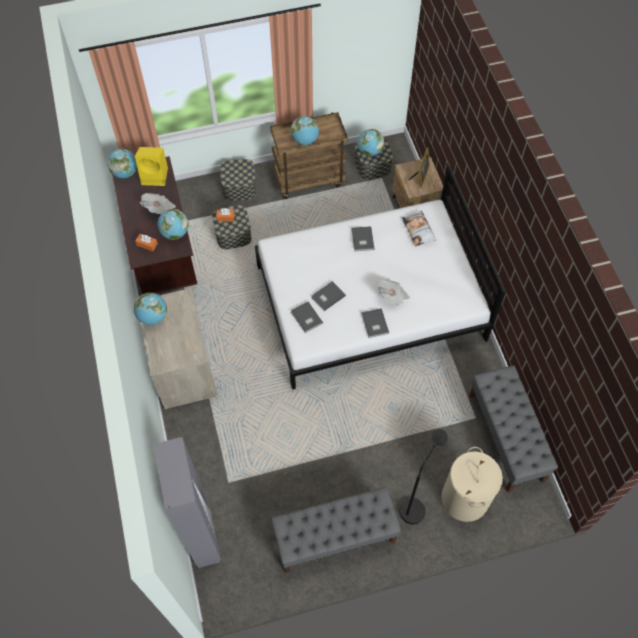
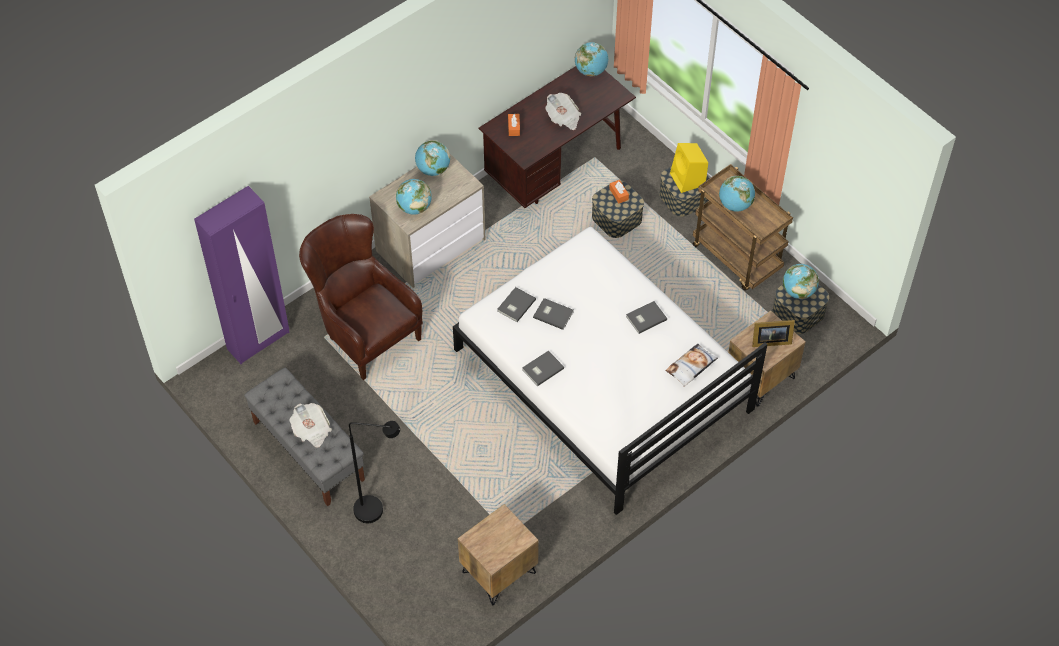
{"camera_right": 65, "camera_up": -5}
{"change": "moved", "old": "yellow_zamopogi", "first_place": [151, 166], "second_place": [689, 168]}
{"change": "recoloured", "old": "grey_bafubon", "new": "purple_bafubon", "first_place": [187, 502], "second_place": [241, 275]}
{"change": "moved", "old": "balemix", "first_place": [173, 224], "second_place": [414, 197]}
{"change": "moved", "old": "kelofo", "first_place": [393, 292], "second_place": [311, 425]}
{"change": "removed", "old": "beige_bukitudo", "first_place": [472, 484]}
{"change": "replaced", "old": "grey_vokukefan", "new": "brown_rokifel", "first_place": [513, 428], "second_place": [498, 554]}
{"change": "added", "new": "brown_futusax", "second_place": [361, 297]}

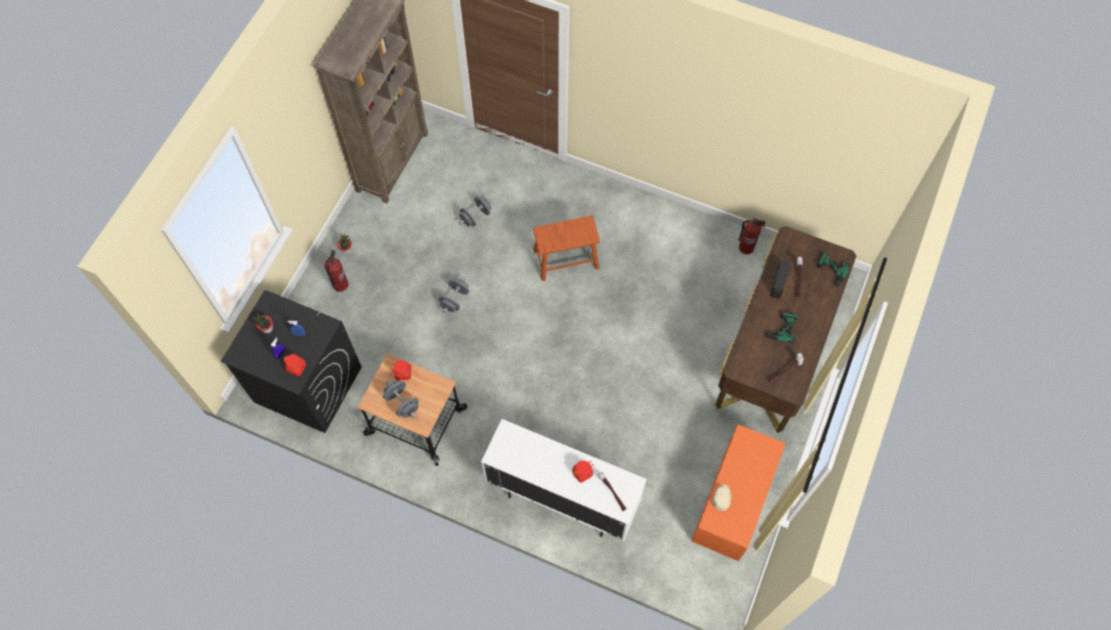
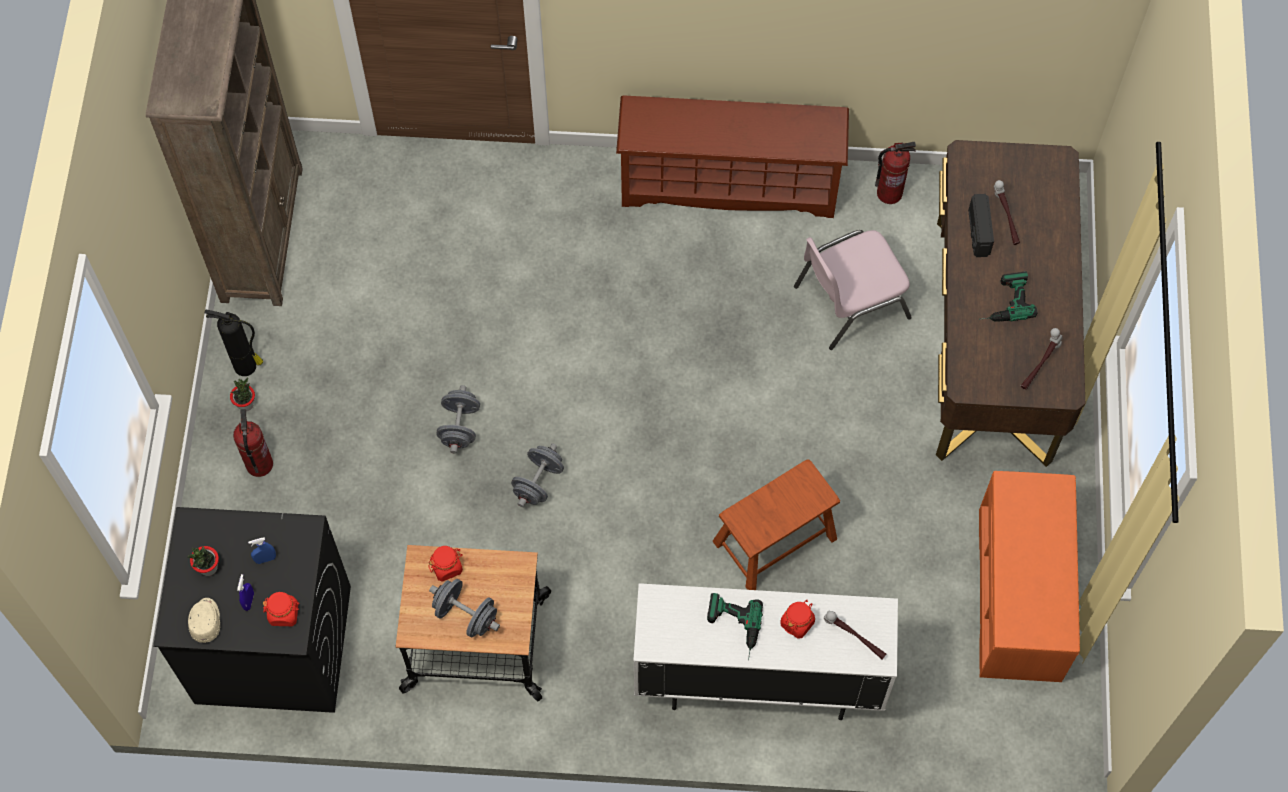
{"camera_right": -20, "camera_up": 0}
{"change": "moved", "old": "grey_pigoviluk", "first_place": [475, 211], "second_place": [537, 475]}
{"change": "moved", "old": "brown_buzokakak", "first_place": [566, 248], "second_place": [776, 524]}
{"change": "moved", "old": "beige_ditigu", "first_place": [721, 497], "second_place": [204, 620]}
{"change": "moved", "old": "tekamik", "first_place": [833, 272], "second_place": [735, 626]}
{"change": "added", "new": "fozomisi", "second_place": [233, 343]}
{"change": "added", "new": "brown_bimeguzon", "second_place": [732, 156]}
{"change": "added", "new": "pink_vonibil", "second_place": [853, 290]}

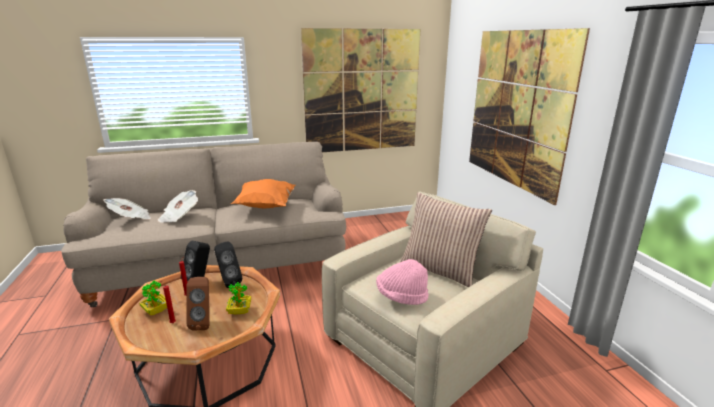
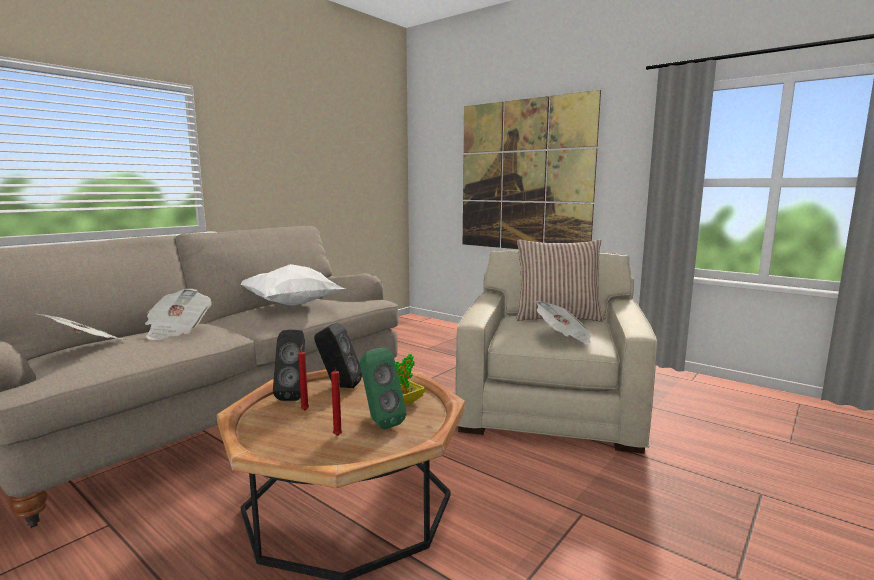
{"camera_right": -35, "camera_up": -10}
{"change": "removed", "old": "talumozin", "first_place": [153, 297]}
{"change": "recoloured", "old": "brown_zamopogi", "new": "green_zamopogi", "first_place": [198, 304], "second_place": [383, 389]}
{"change": "recoloured", "old": "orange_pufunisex", "new": "white_pufunisex", "first_place": [263, 194], "second_place": [293, 285]}
{"change": "removed", "old": "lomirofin", "first_place": [360, 90]}
{"change": "replaced", "old": "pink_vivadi", "new": "kelofo", "first_place": [402, 282], "second_place": [563, 323]}

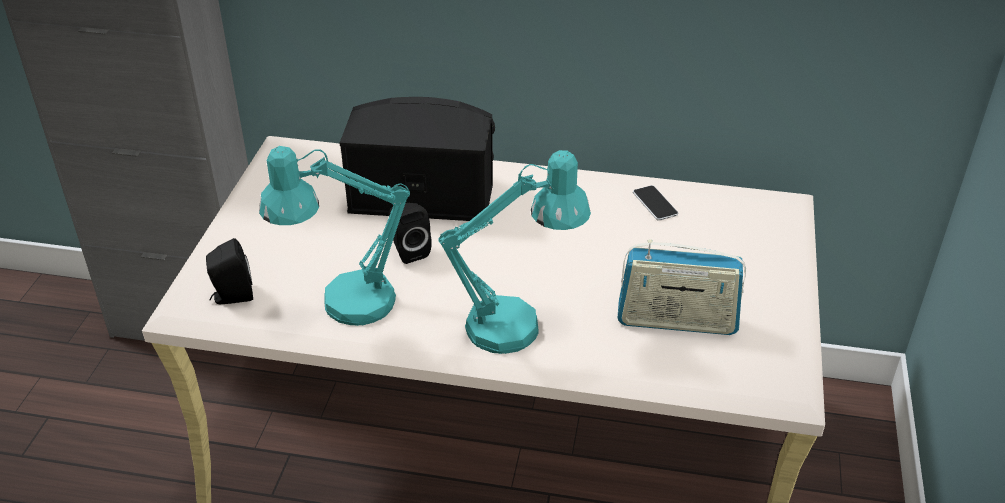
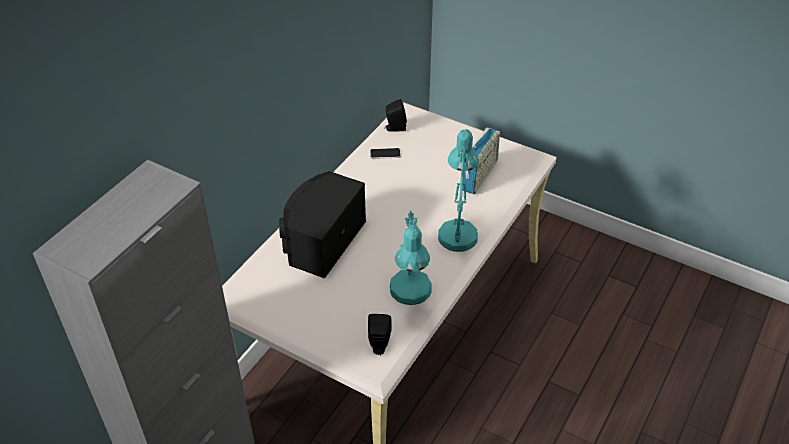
{"camera_right": -70, "camera_up": 5}
{"change": "moved", "old": "black_zamopogi", "first_place": [410, 233], "second_place": [395, 115]}

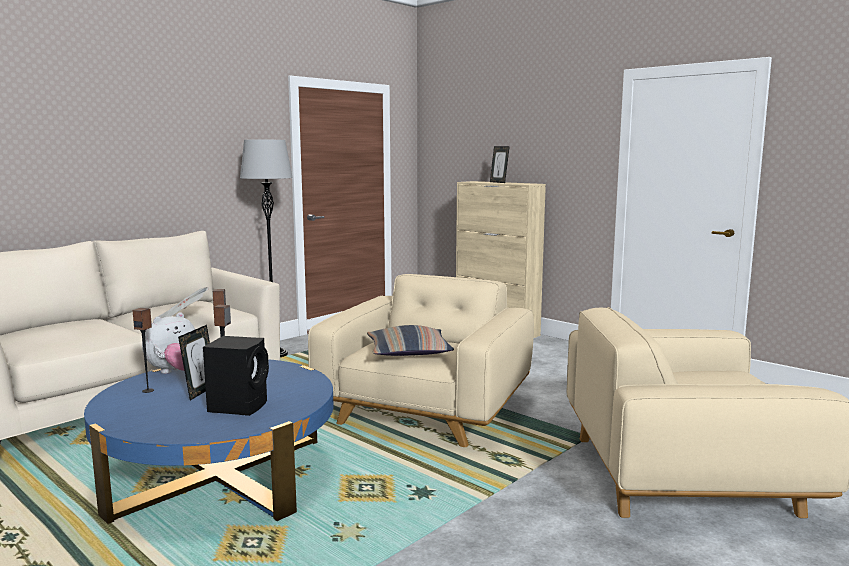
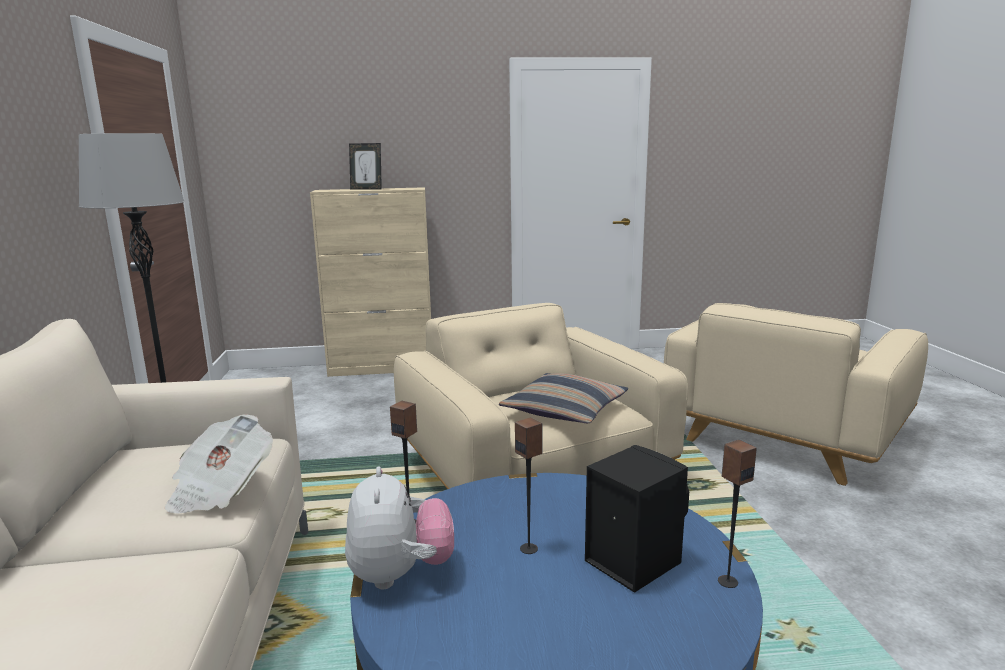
{"camera_right": -50, "camera_up": 5}
{"change": "moved", "old": "zamopogi", "first_place": [143, 350], "second_place": [737, 514]}
{"change": "removed", "old": "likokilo", "first_place": [194, 362]}

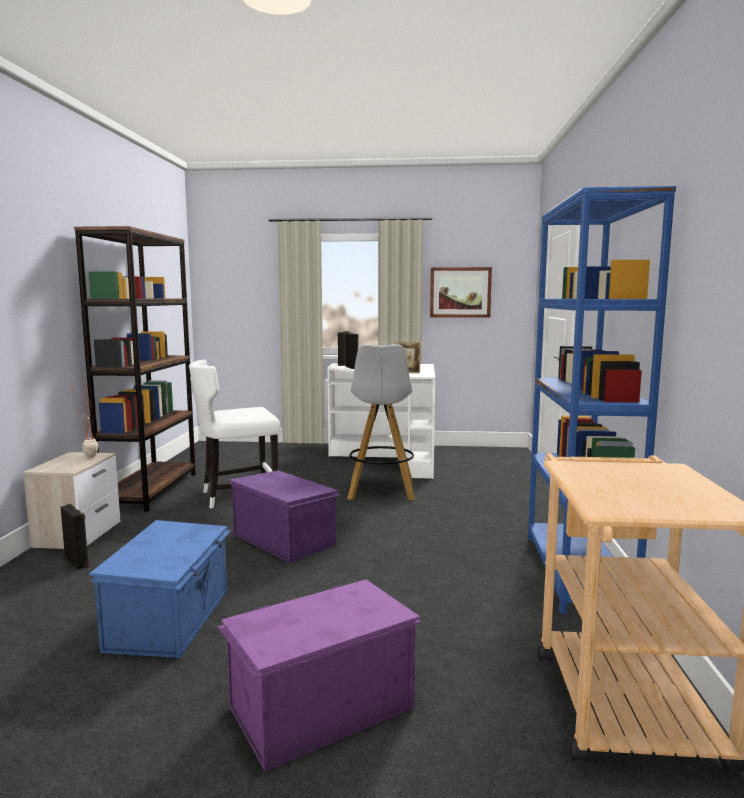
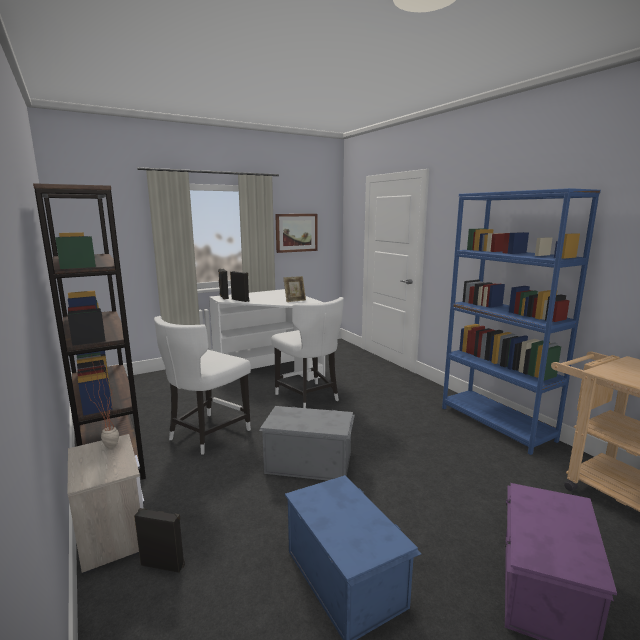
{"camera_right": -35, "camera_up": 5}
{"change": "recoloured", "old": "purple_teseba", "new": "grey_teseba", "first_place": [285, 516], "second_place": [307, 443]}
{"change": "replaced", "old": "white_buzokakak", "new": "white_vonibil", "first_place": [381, 422], "second_place": [307, 352]}

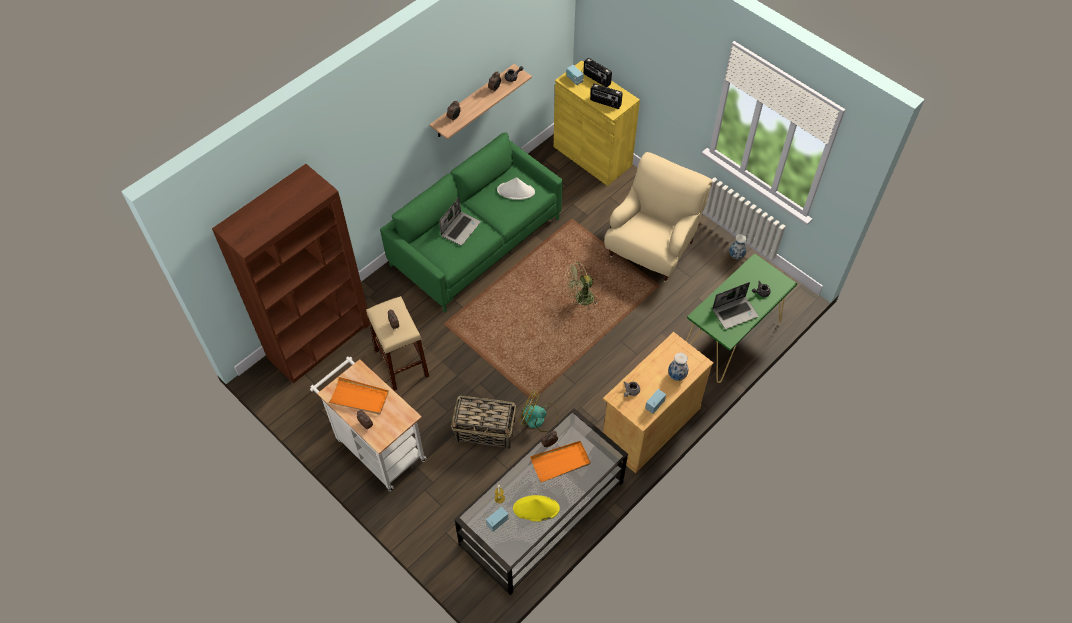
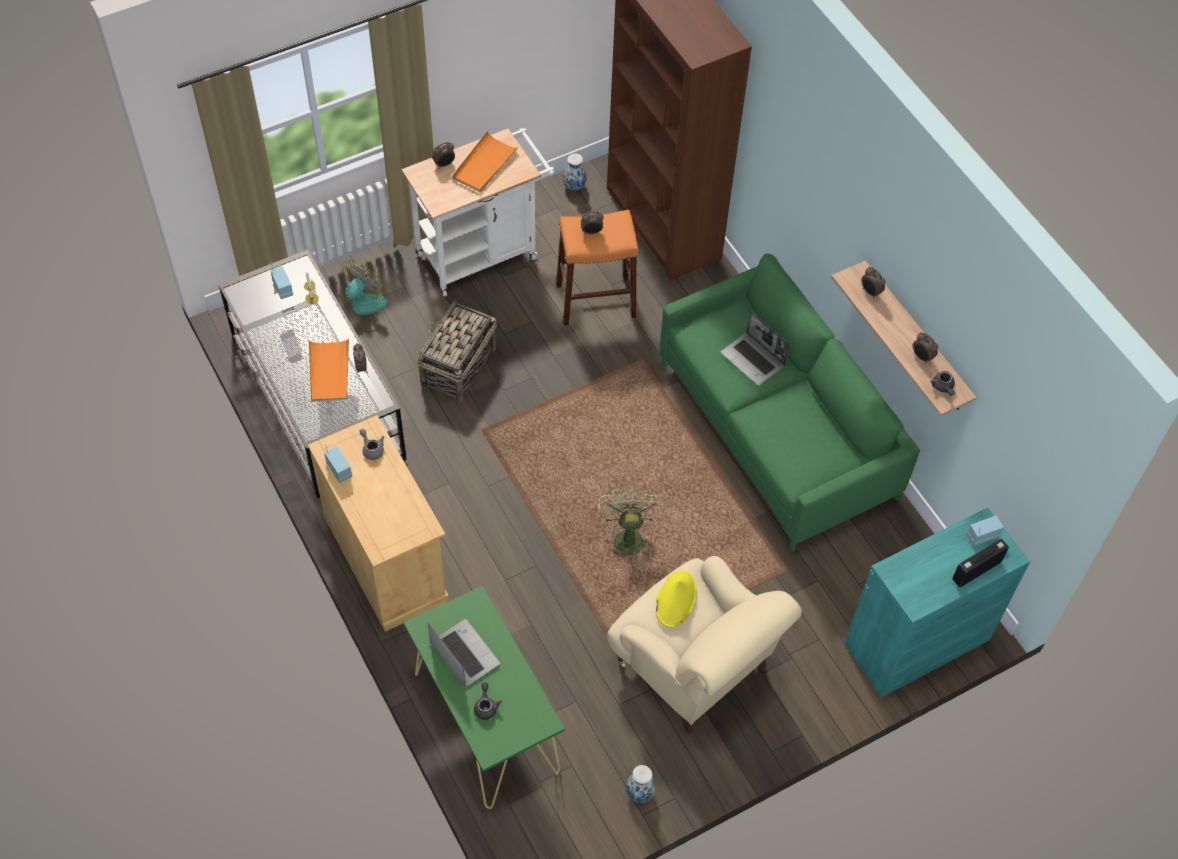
{"camera_right": 105, "camera_up": 0}
{"change": "recoloured", "old": "beige_buzokakak", "new": "orange_buzokakak", "first_place": [398, 343], "second_place": [597, 268]}
{"change": "removed", "old": "white_vivadi", "first_place": [516, 188]}
{"change": "moved", "old": "yellow_vivadi", "first_place": [536, 508], "second_place": [676, 599]}
{"change": "moved", "old": "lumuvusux", "first_place": [538, 411], "second_place": [365, 295]}
{"change": "recoloured", "old": "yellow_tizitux", "new": "turquoise_tizitux", "first_place": [597, 123], "second_place": [937, 602]}
{"change": "removed", "old": "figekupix", "first_place": [606, 96]}
{"change": "moved", "old": "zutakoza", "first_place": [678, 367], "second_place": [574, 172]}
{"change": "turned", "old": "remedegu", "first_place": [735, 305], "second_place": [464, 653], "degrees": 150}

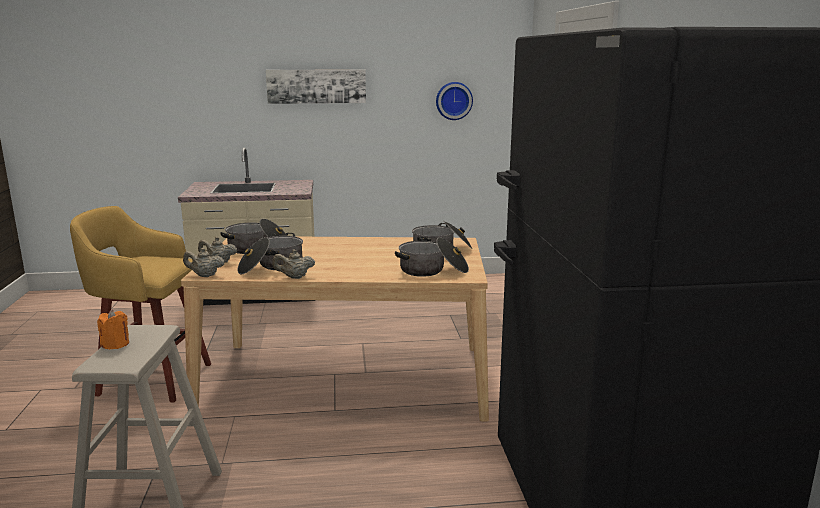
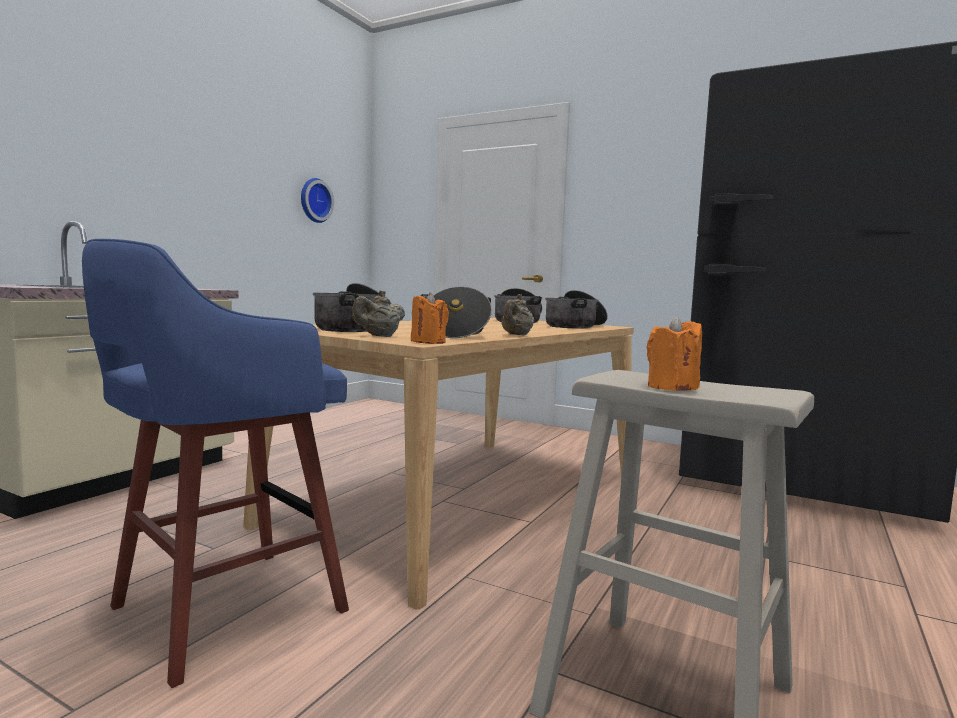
{"camera_right": -55, "camera_up": -10}
{"change": "recoloured", "old": "yellow_buzokakak", "new": "blue_buzokakak", "first_place": [140, 304], "second_place": [215, 463]}
{"change": "replaced", "old": "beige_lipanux", "new": "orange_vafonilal", "first_place": [203, 262], "second_place": [430, 318]}
{"change": "removed", "old": "lomirofin", "first_place": [316, 87]}

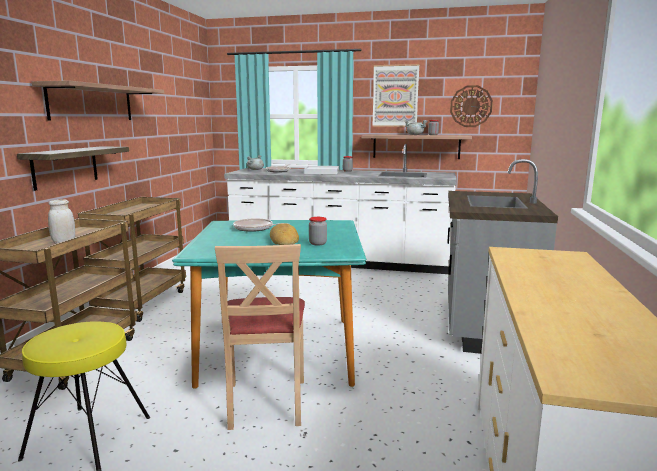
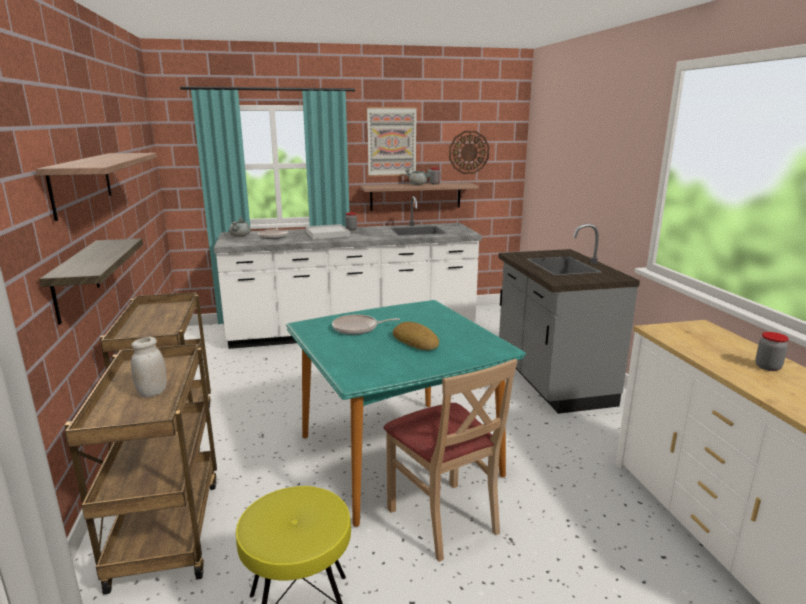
{"camera_right": -25, "camera_up": 5}
{"change": "moved", "old": "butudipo", "first_place": [318, 231], "second_place": [772, 351]}

